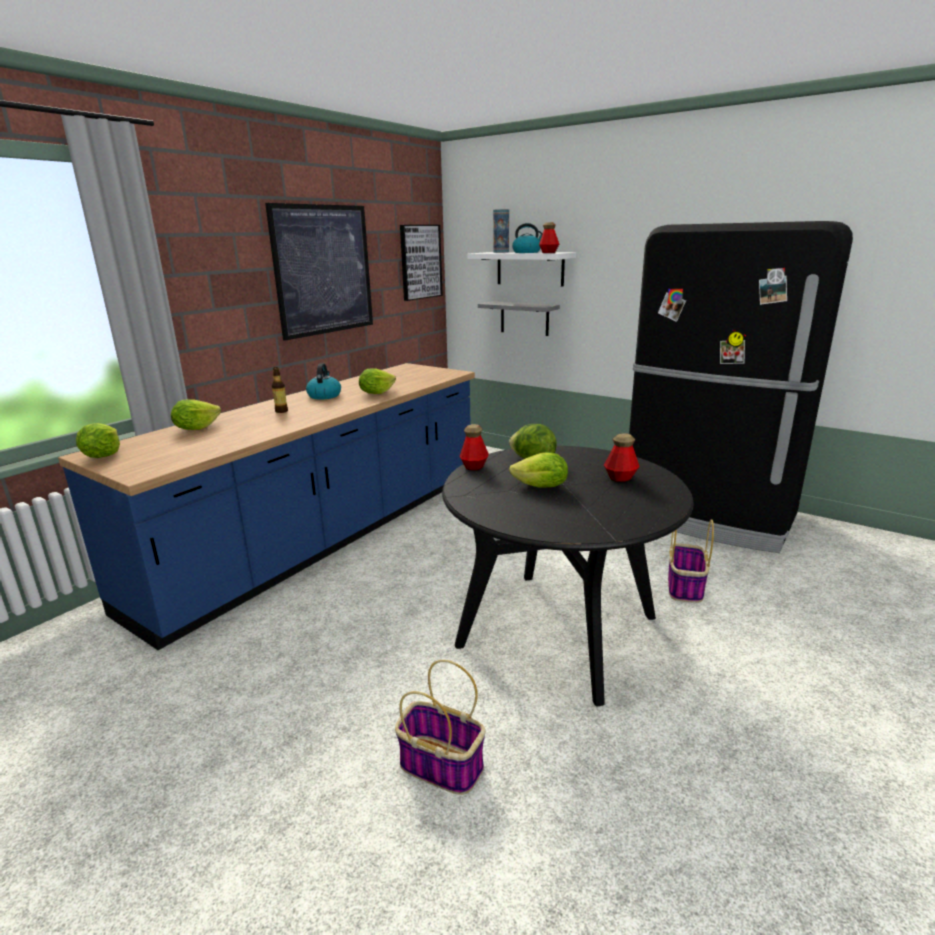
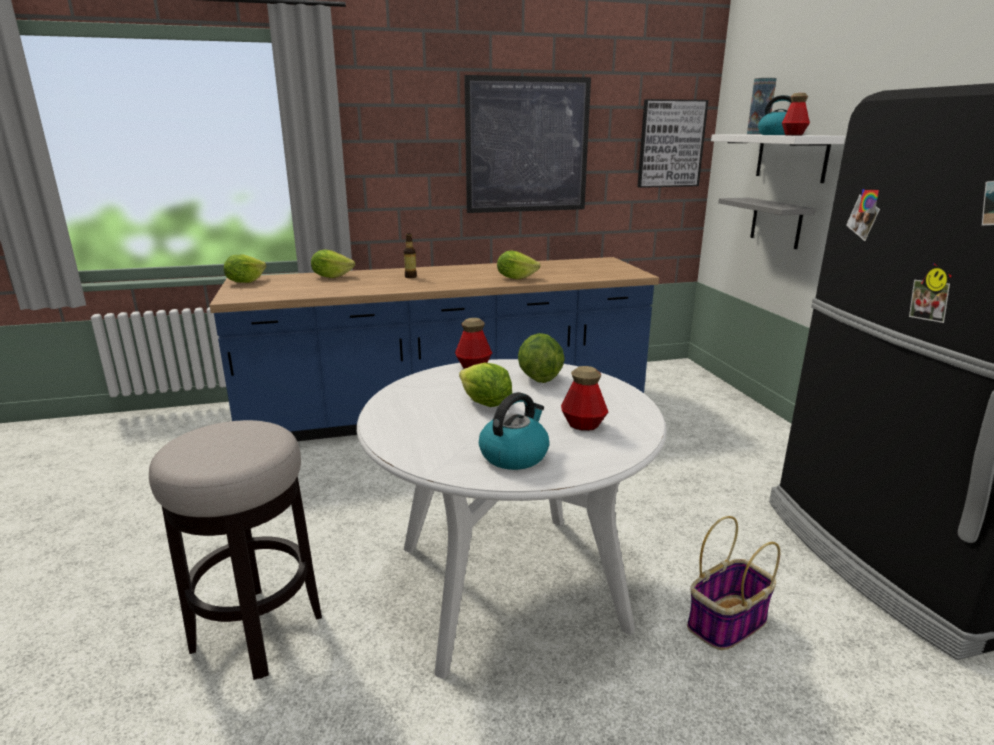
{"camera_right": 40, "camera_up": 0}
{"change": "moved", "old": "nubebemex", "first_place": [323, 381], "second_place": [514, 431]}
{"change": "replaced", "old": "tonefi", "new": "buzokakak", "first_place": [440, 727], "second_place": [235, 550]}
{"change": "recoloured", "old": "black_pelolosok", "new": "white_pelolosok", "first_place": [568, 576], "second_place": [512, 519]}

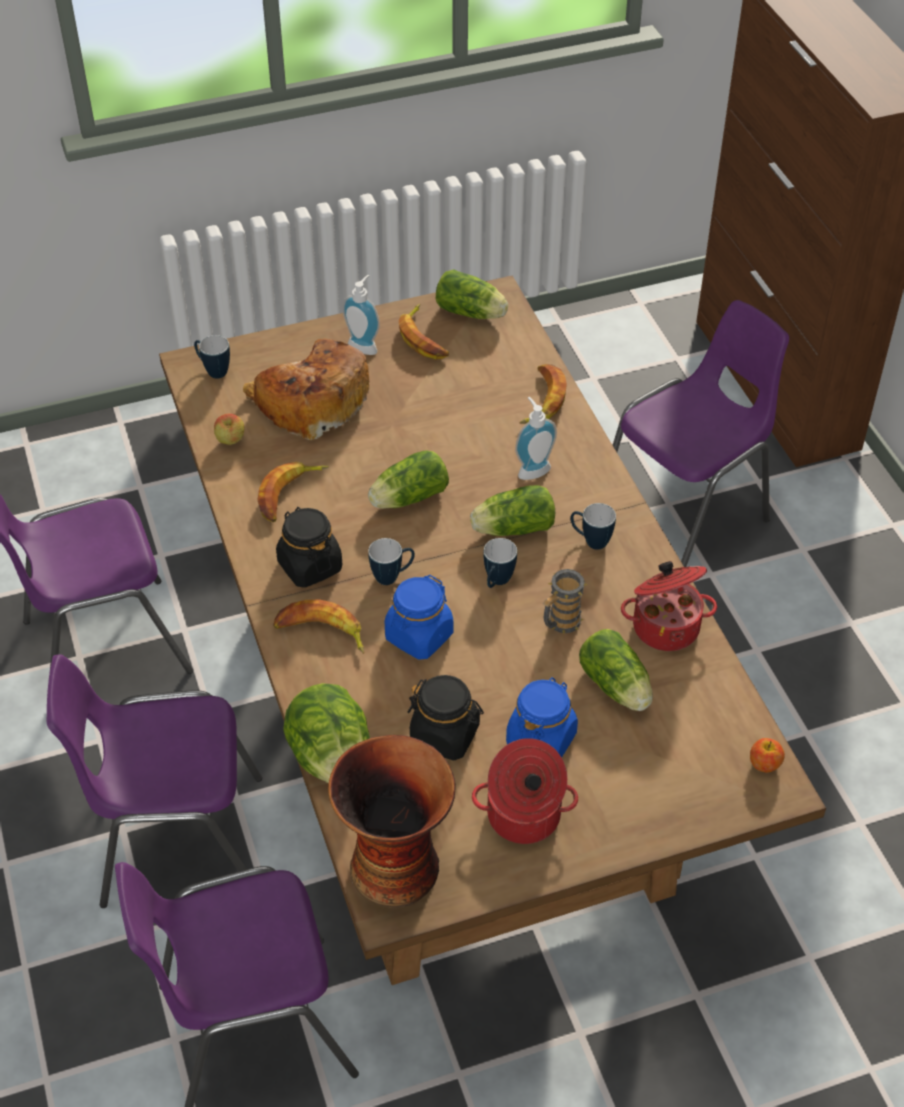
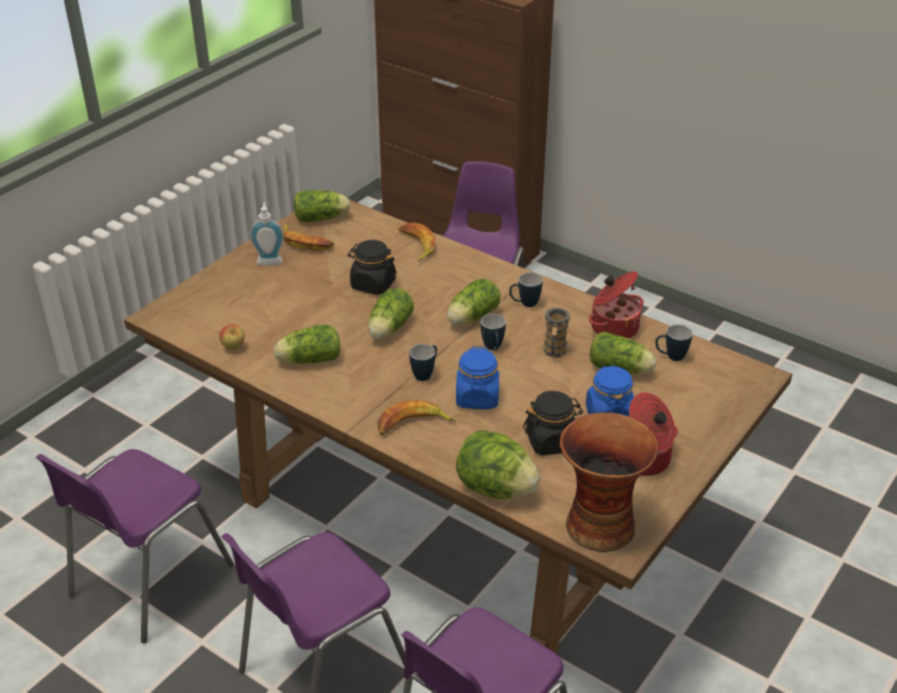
{"camera_right": -35, "camera_up": -10}
{"change": "moved", "old": "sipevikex", "first_place": [212, 357], "second_place": [674, 342]}
{"change": "removed", "old": "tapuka", "first_place": [306, 389]}
{"change": "replaced", "old": "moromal", "new": "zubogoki", "first_place": [293, 492], "second_place": [307, 344]}
{"change": "moved", "old": "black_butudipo", "first_place": [309, 547], "second_place": [372, 267]}
{"change": "removed", "old": "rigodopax", "first_place": [536, 438]}
{"change": "removed", "old": "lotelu", "first_place": [767, 755]}

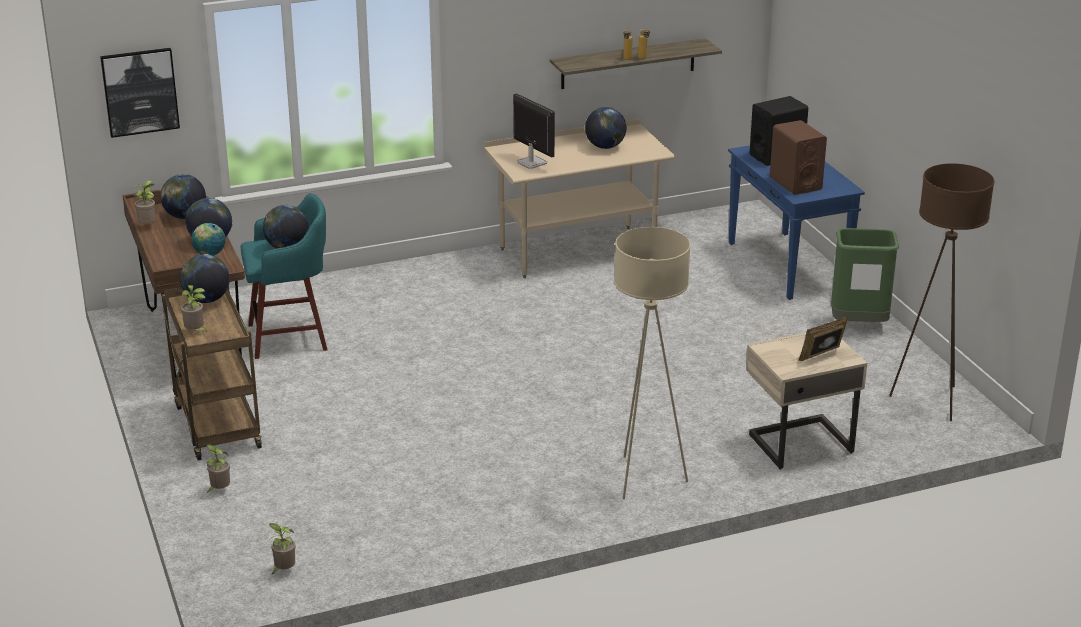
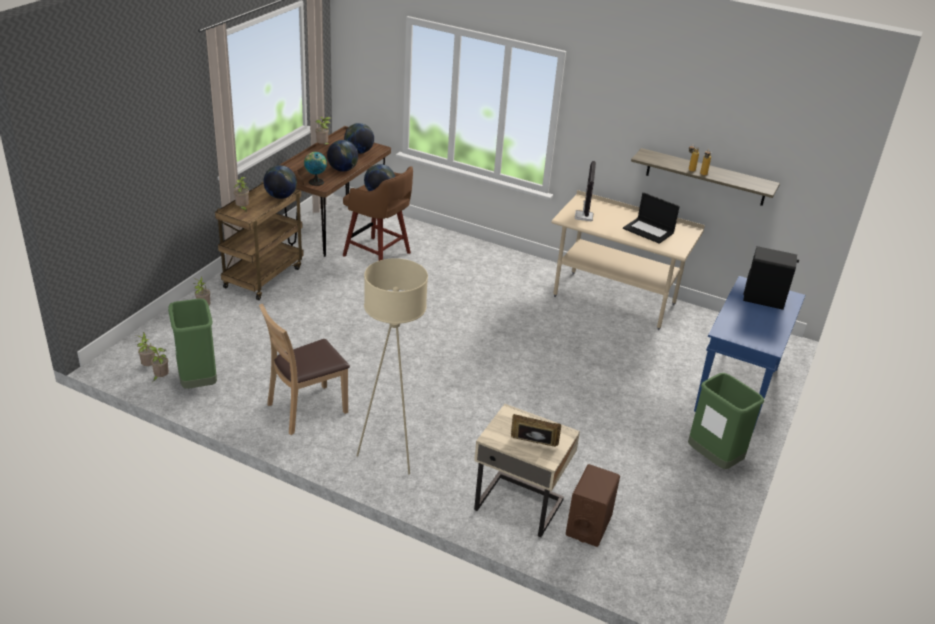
{"camera_right": 45, "camera_up": 5}
{"change": "removed", "old": "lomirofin", "first_place": [140, 93]}
{"change": "recoloured", "old": "turquoise_buzokakak", "new": "brown_buzokakak", "first_place": [283, 276], "second_place": [378, 214]}
{"change": "replaced", "old": "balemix", "new": "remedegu", "first_place": [605, 128], "second_place": [651, 218]}
{"change": "moved", "old": "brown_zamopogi", "first_place": [798, 157], "second_place": [593, 505]}
{"change": "removed", "old": "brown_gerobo", "first_place": [941, 292]}
{"change": "added", "new": "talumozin", "second_place": [158, 363]}
{"change": "added", "new": "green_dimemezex", "second_place": [192, 343]}
{"change": "added", "new": "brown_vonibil", "second_place": [304, 369]}

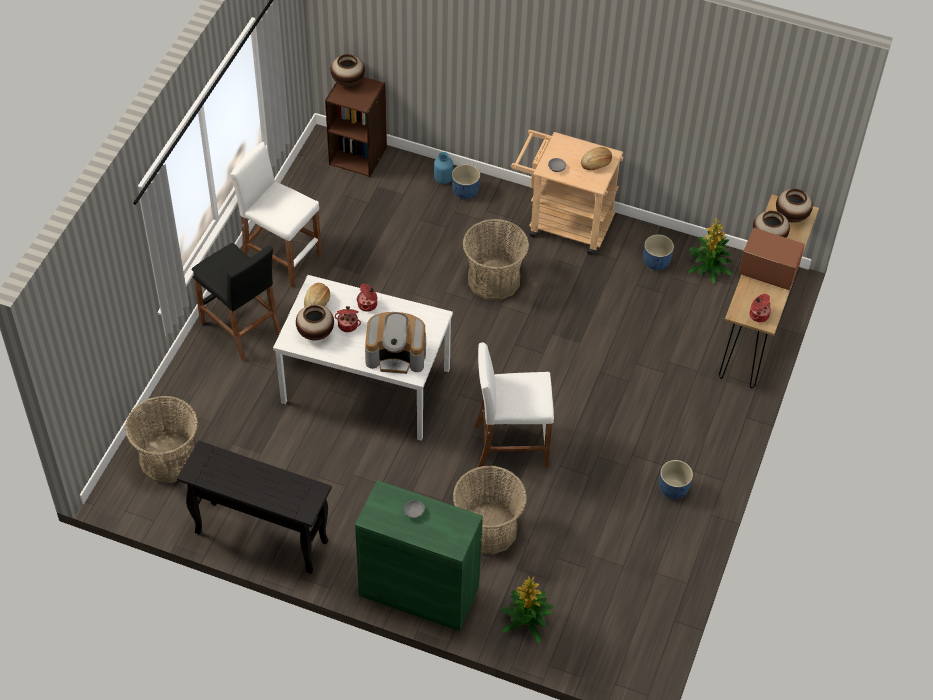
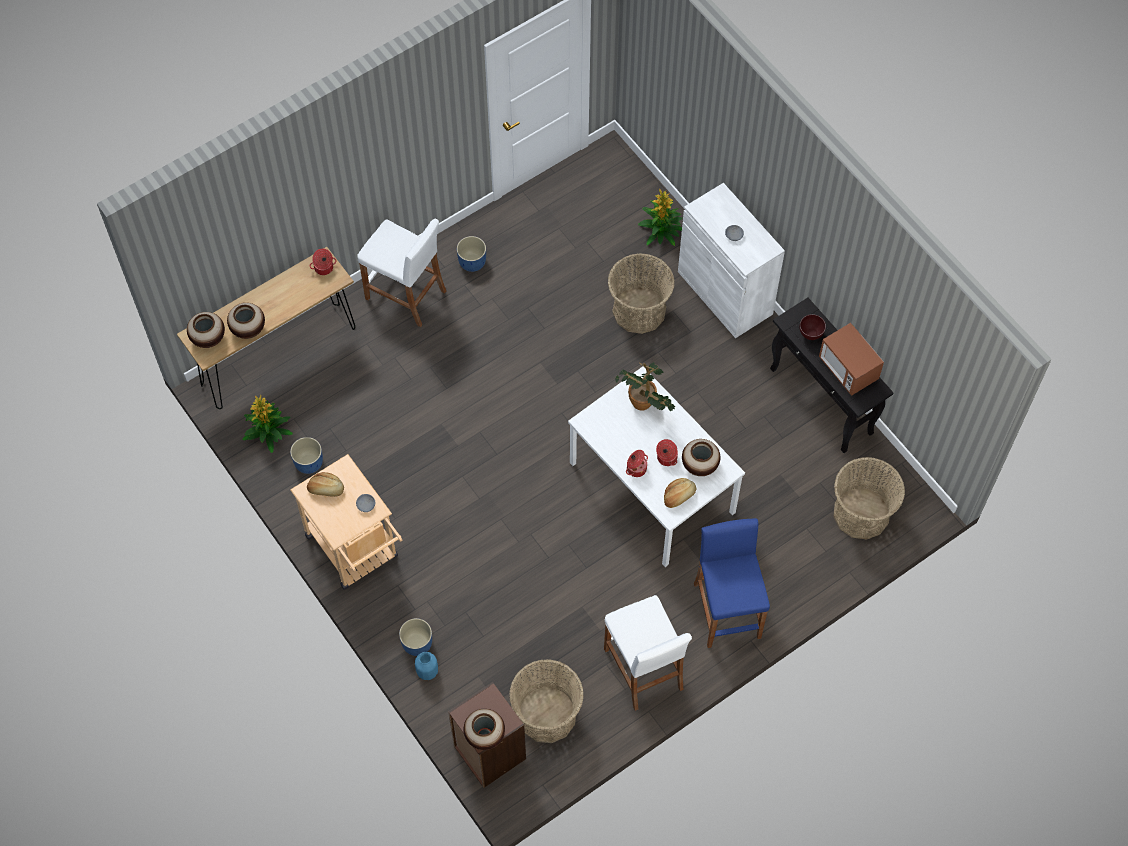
{"camera_right": -145, "camera_up": 10}
{"change": "recoloured", "old": "black_buzokakak", "new": "blue_buzokakak", "first_place": [236, 302], "second_place": [732, 583]}
{"change": "recoloured", "old": "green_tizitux", "new": "white_tizitux", "first_place": [419, 555], "second_place": [731, 260]}
{"change": "replaced", "old": "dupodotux", "new": "talumozin", "first_place": [395, 343], "second_place": [645, 386]}
{"change": "moved", "old": "tonefi", "first_place": [495, 259], "second_place": [546, 701]}
{"change": "moved", "old": "white_buzokakak", "first_place": [514, 404], "second_place": [401, 273]}
{"change": "moved", "old": "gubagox", "first_place": [771, 259], "second_place": [851, 359]}
{"change": "added", "new": "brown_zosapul", "second_place": [813, 327]}

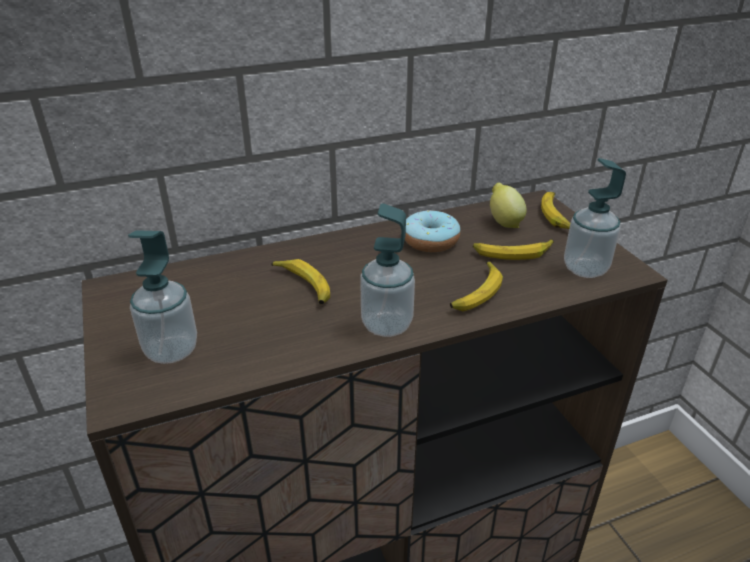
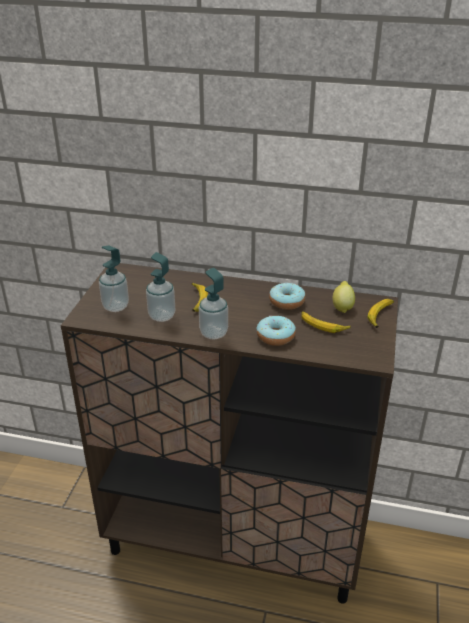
{"camera_right": 35, "camera_up": 0}
{"change": "replaced", "old": "moromal", "new": "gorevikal", "first_place": [476, 286], "second_place": [276, 331]}
{"change": "moved", "old": "rigodopax", "first_place": [595, 218], "second_place": [161, 287]}

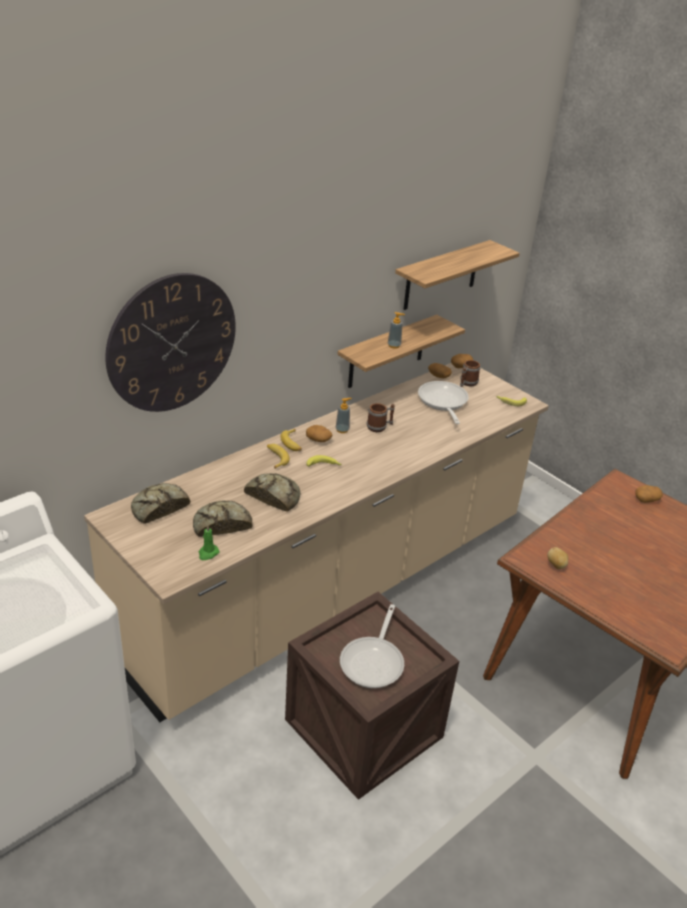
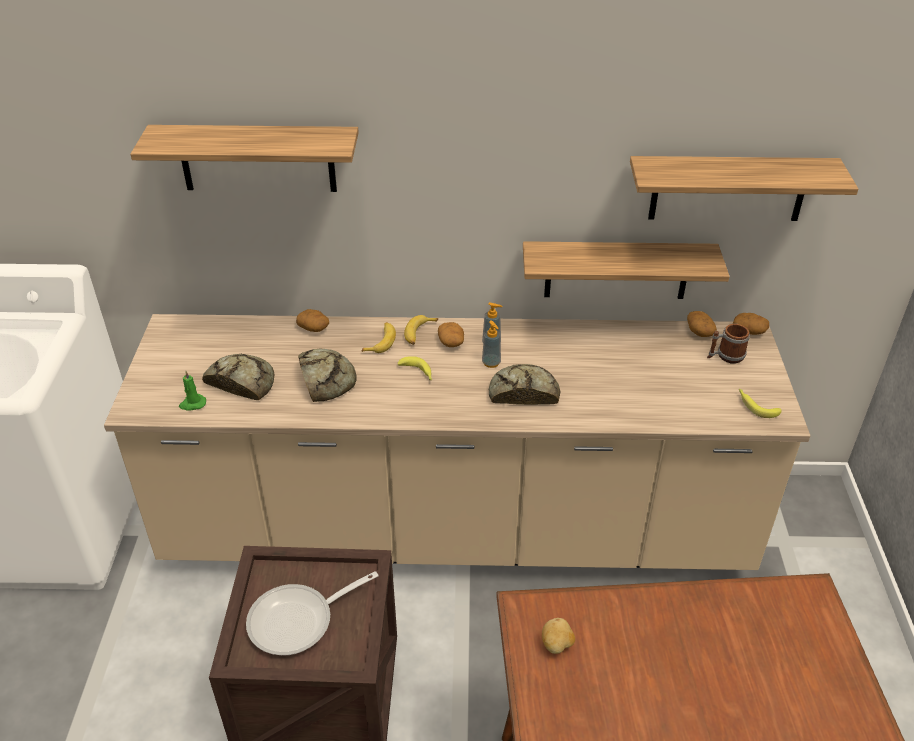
{"camera_right": 45, "camera_up": 5}
{"change": "replaced", "old": "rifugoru", "new": "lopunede", "first_place": [170, 342], "second_place": [244, 158]}
{"change": "moved", "old": "tapuka", "first_place": [160, 503], "second_place": [524, 384]}
{"change": "removed", "old": "sipevikex", "first_place": [381, 417]}
{"change": "moved", "old": "rigodopax", "first_place": [396, 330], "second_place": [491, 344]}
{"change": "removed", "old": "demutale", "first_place": [443, 402]}
{"change": "moved", "old": "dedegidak", "first_place": [649, 494], "second_place": [312, 320]}

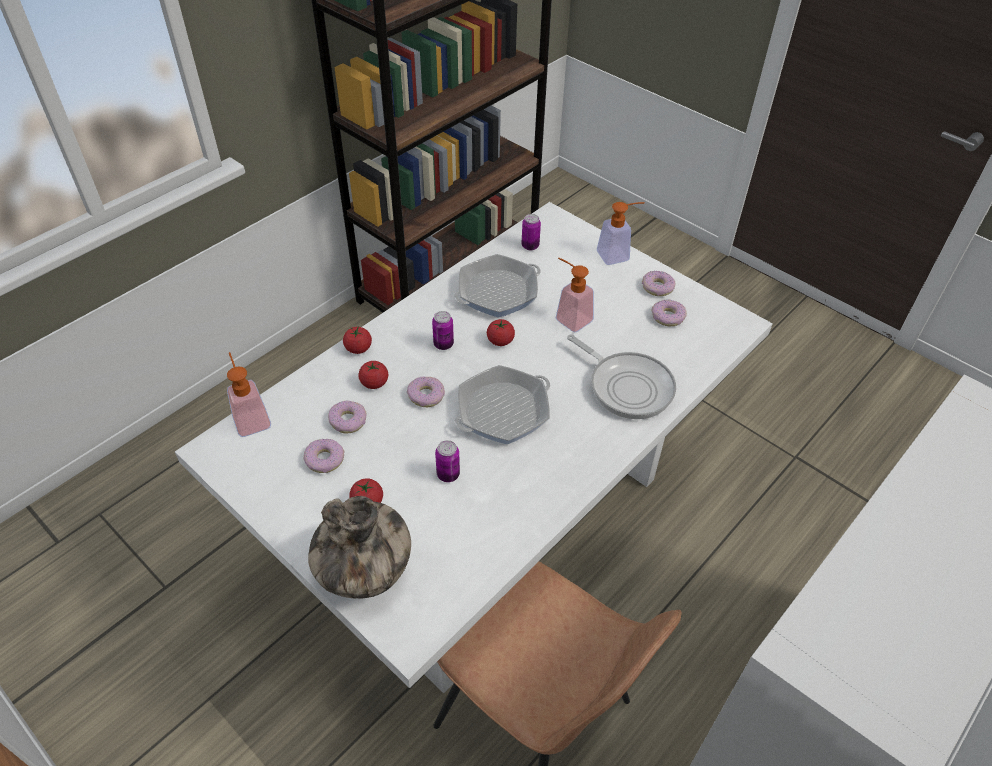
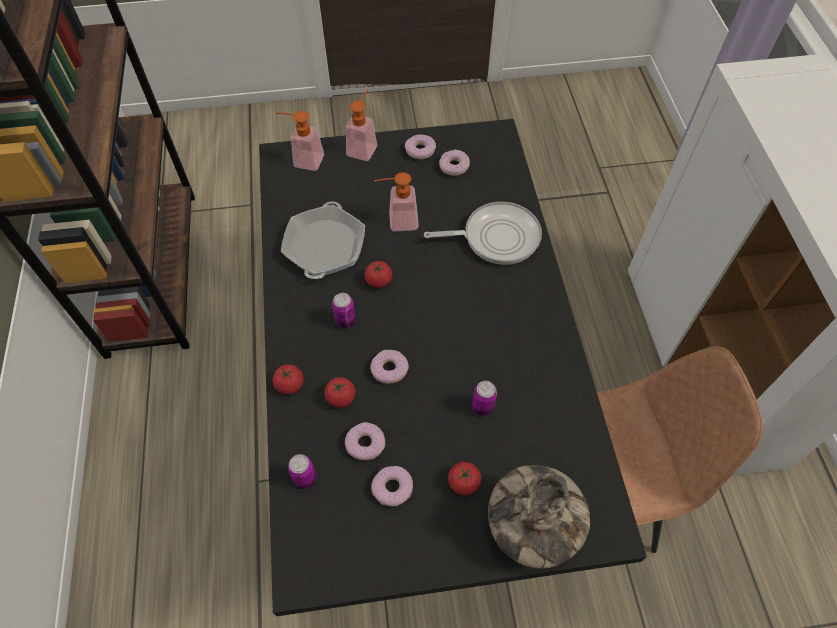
{"camera_right": -50, "camera_up": 10}
{"change": "recoloured", "old": "white_pelolosok", "new": "black_pelolosok", "first_place": [474, 447], "second_place": [453, 367]}
{"change": "moved", "old": "rigodopax", "first_place": [249, 394], "second_place": [300, 141]}
{"change": "removed", "old": "demutale", "first_place": [502, 405]}
{"change": "moved", "old": "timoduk", "first_place": [531, 232], "second_place": [302, 471]}

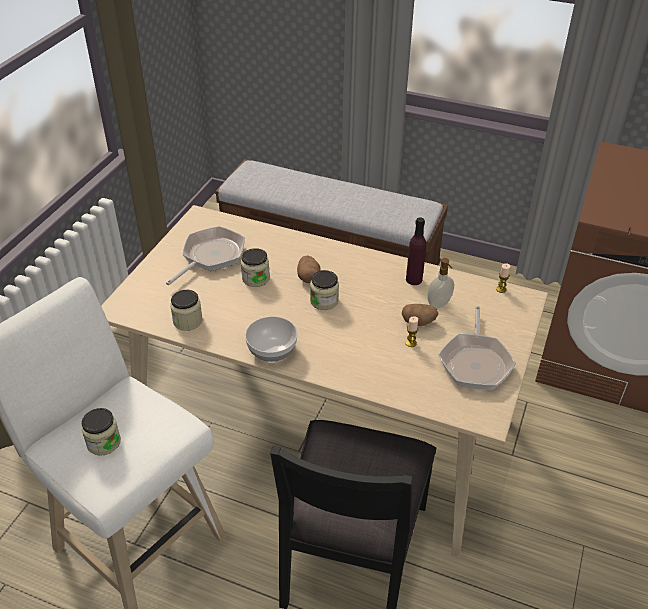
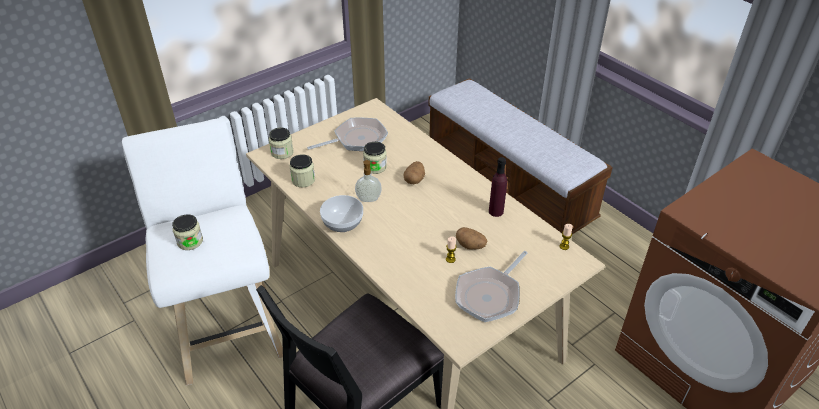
{"camera_right": 30, "camera_up": 0}
{"change": "moved", "old": "butudipo", "first_place": [324, 290], "second_place": [281, 143]}
{"change": "moved", "old": "rigodopax", "first_place": [440, 283], "second_place": [368, 181]}

